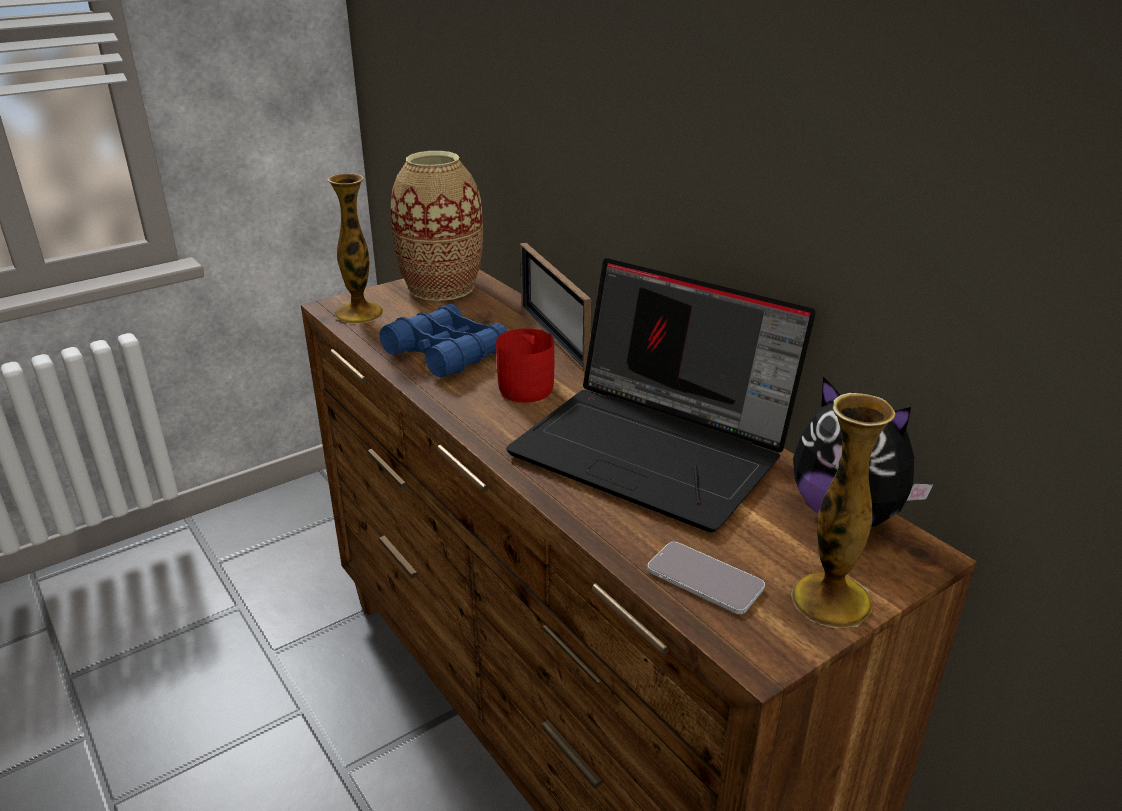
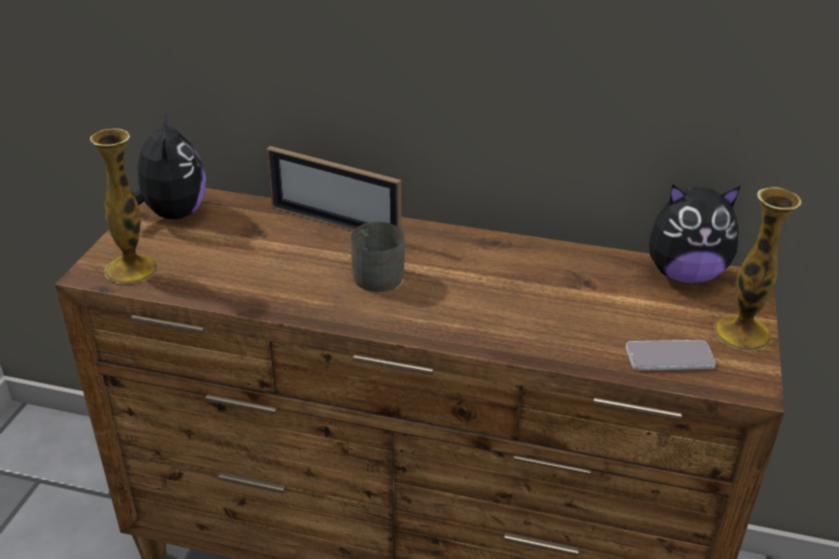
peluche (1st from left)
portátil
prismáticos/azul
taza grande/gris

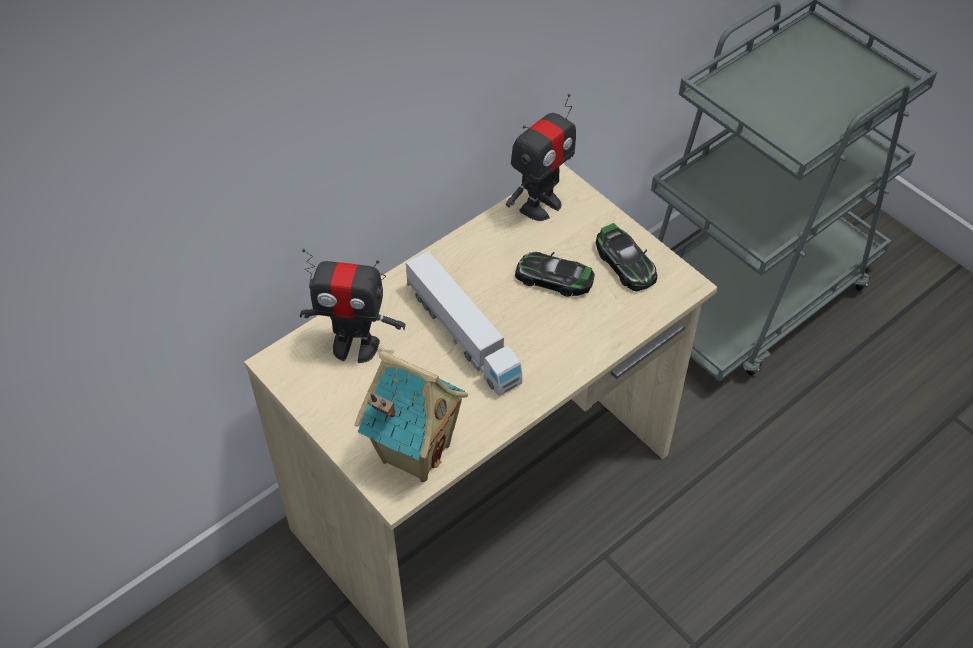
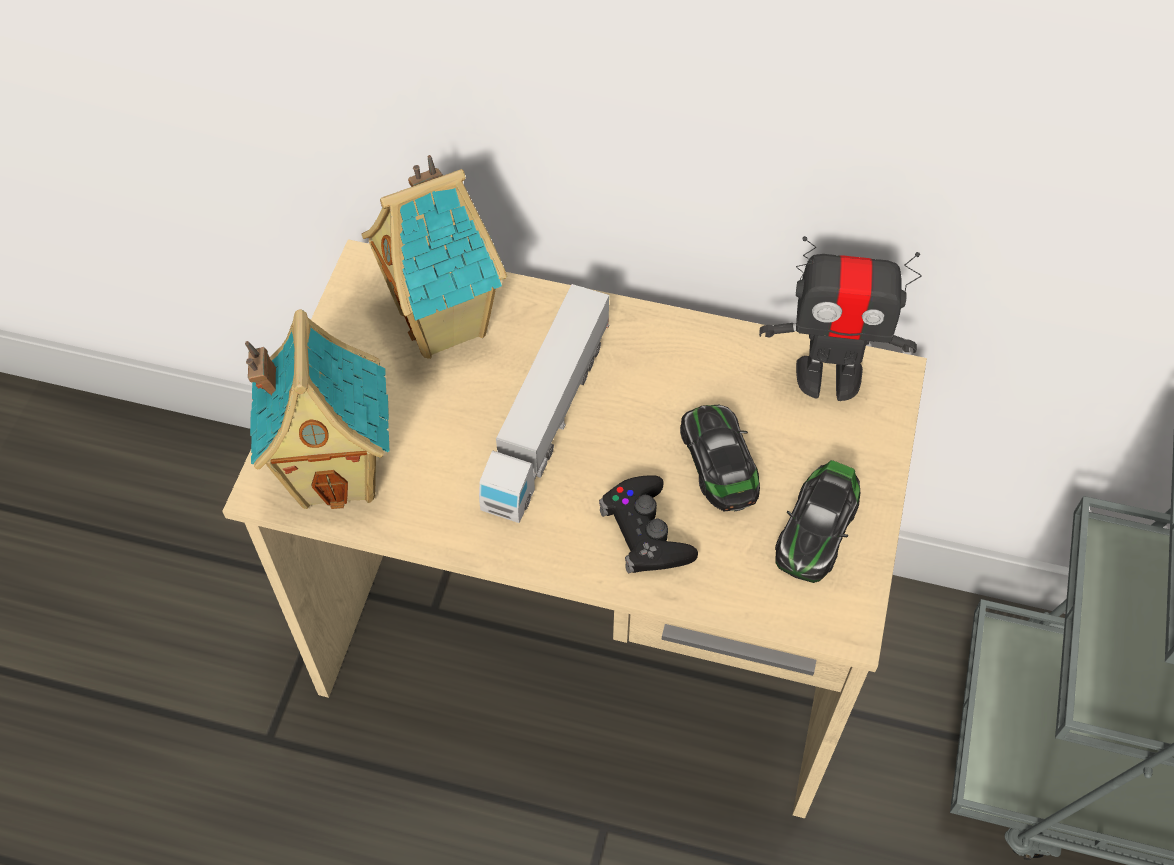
casita (2nd from left)
mando de consola/negro

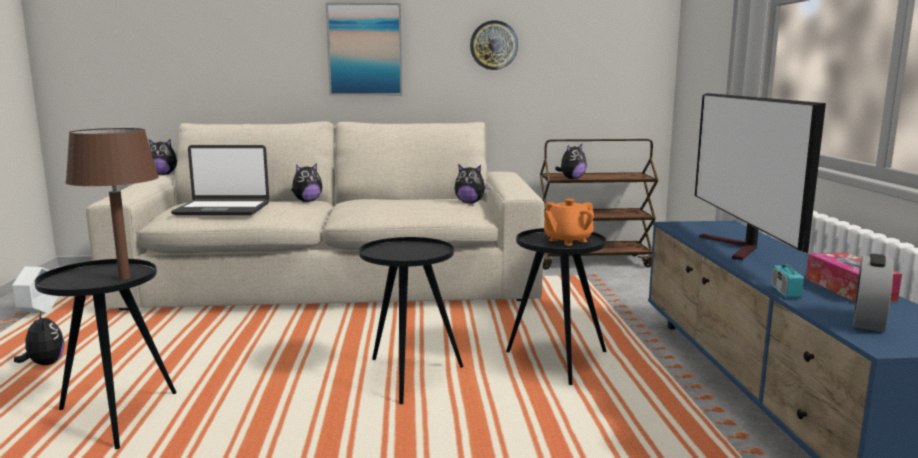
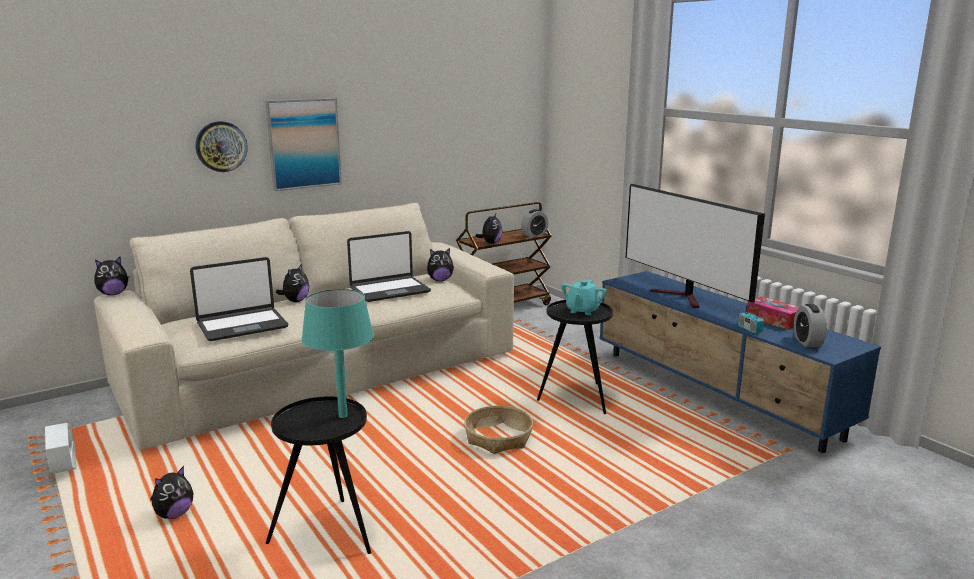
reloj de pared
lámpara de mesa/turquesa
tetera/turquesa
cesta
peluche (2nd from left)
despertador (1st from left)
portátil (2nd from left)

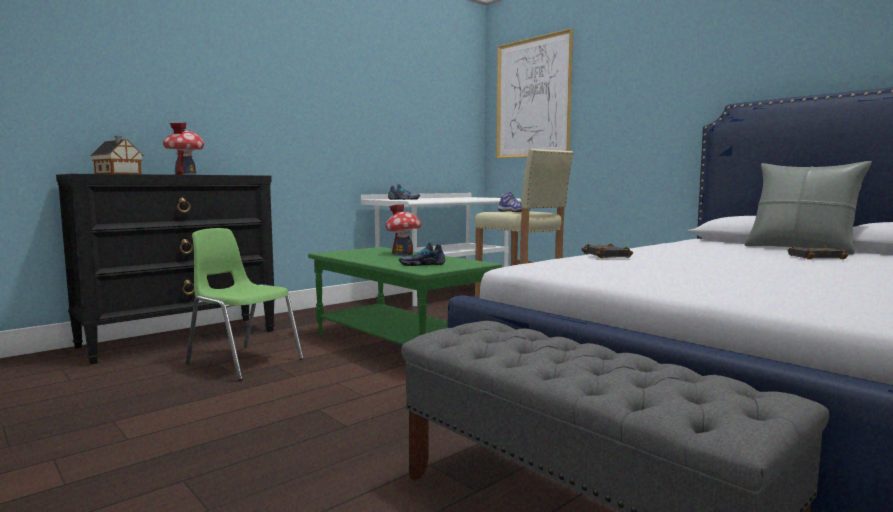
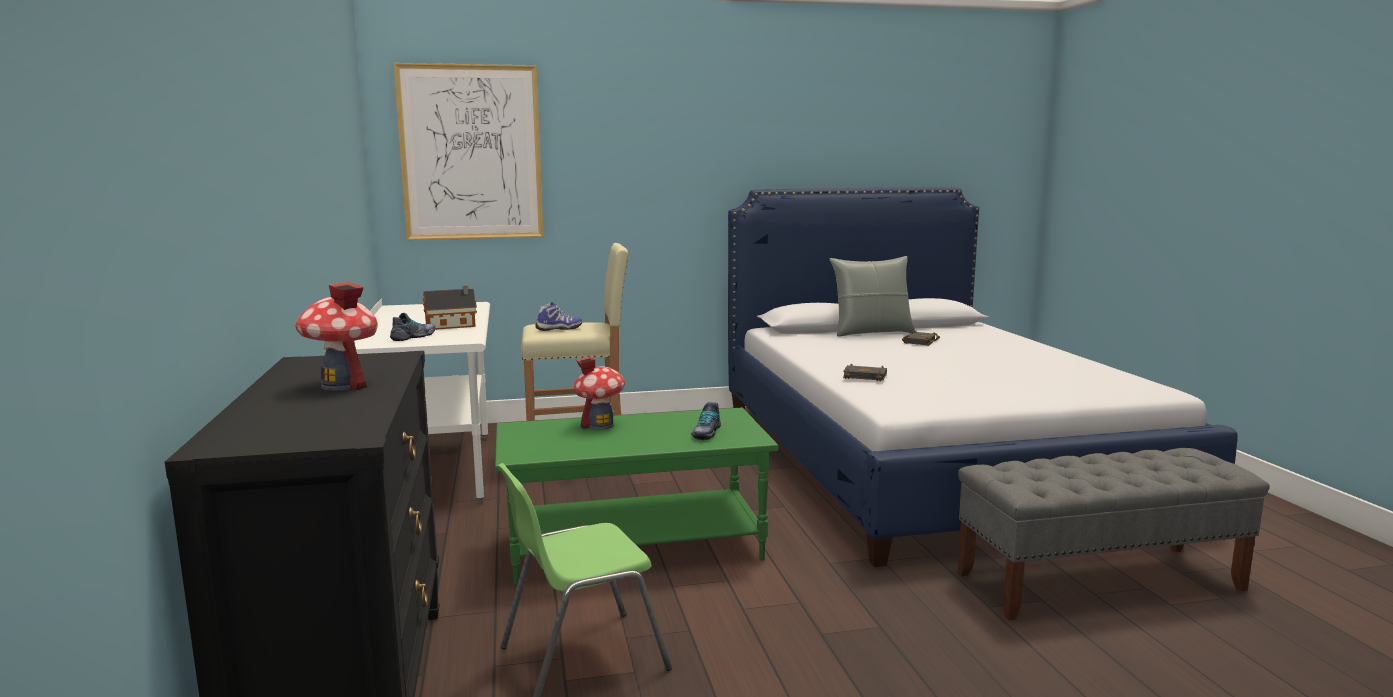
casita (2nd from left)

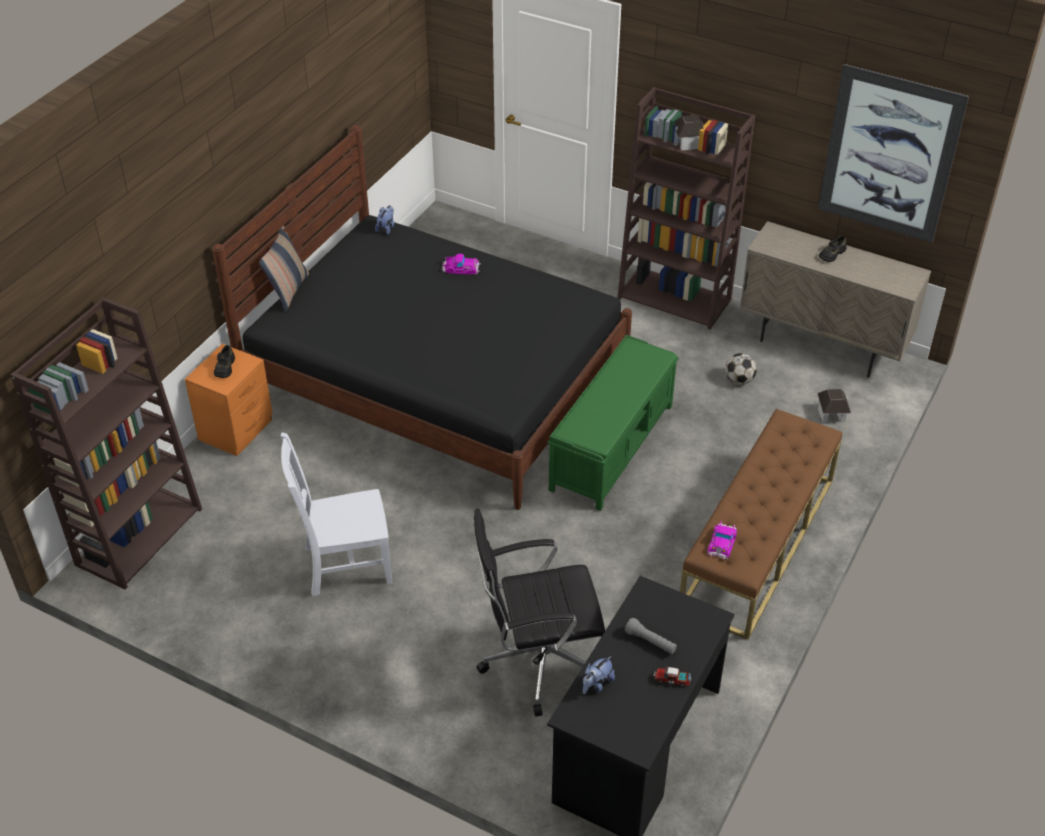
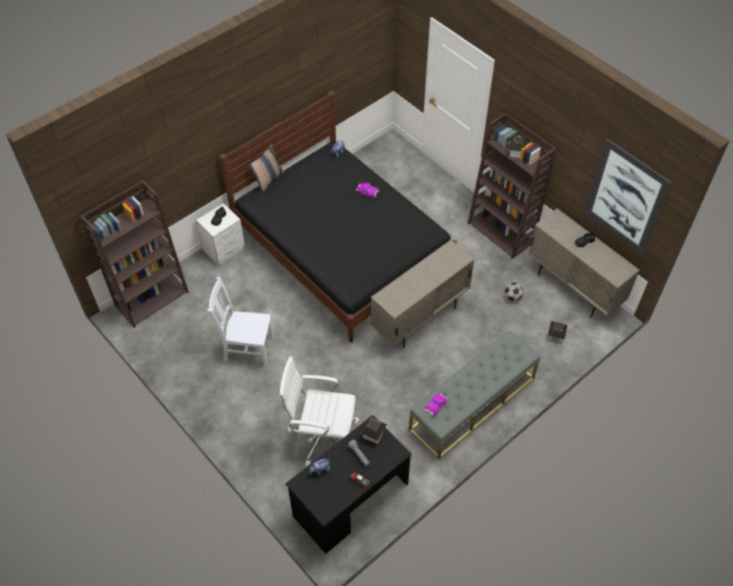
armario/beis (1st from left)
mesita de noche/blanco
banco/gris
silla de oficina/blanco
casita (1st from left)

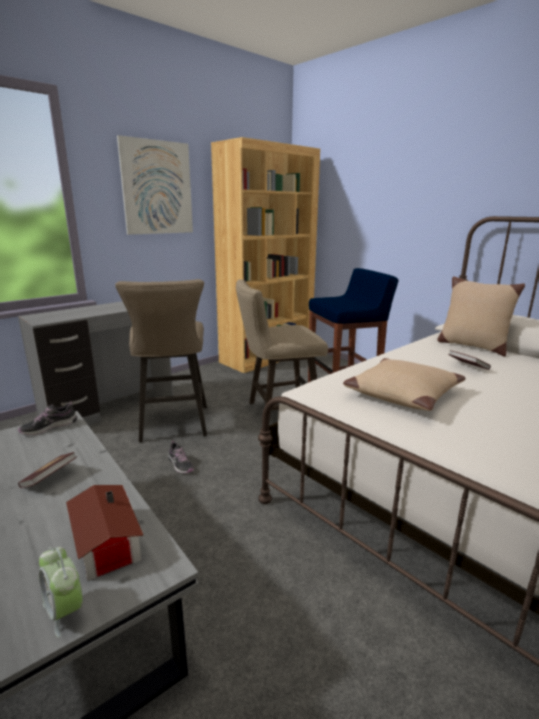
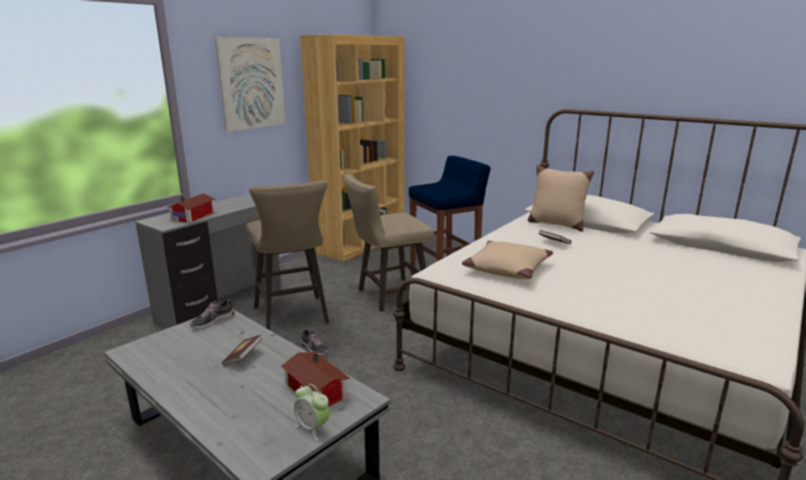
casita (1st from left)

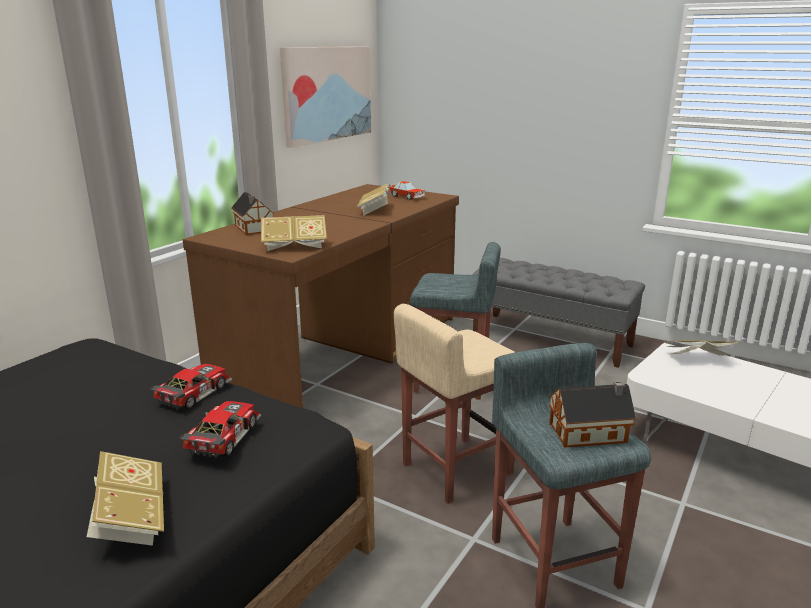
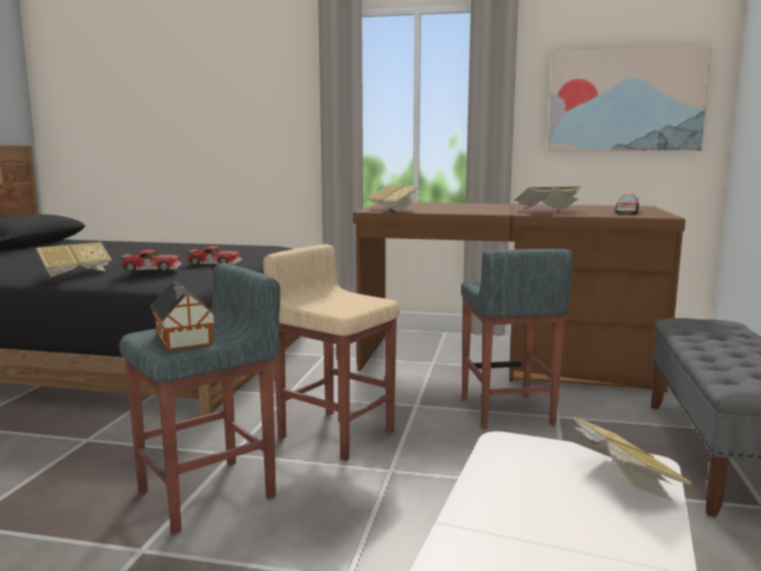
casita (1st from left in the first image)

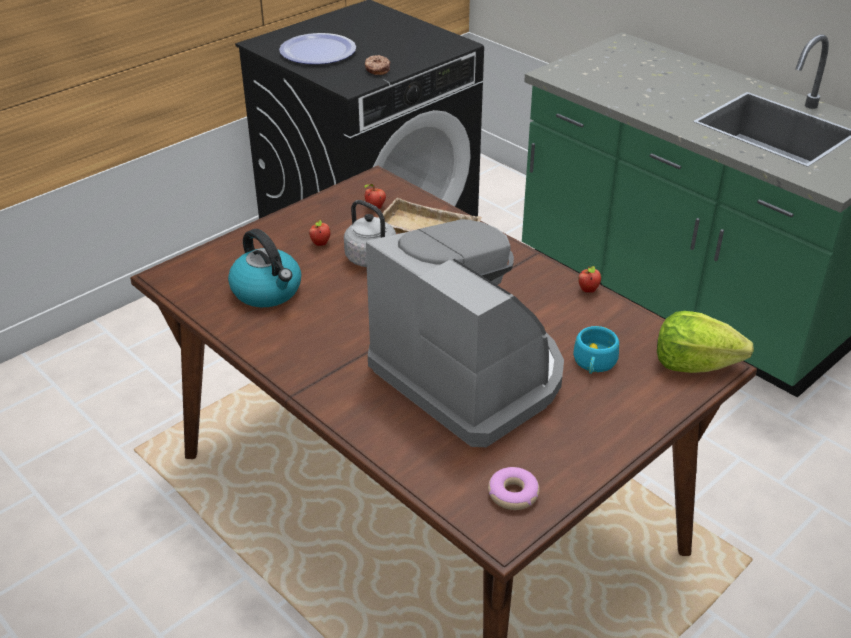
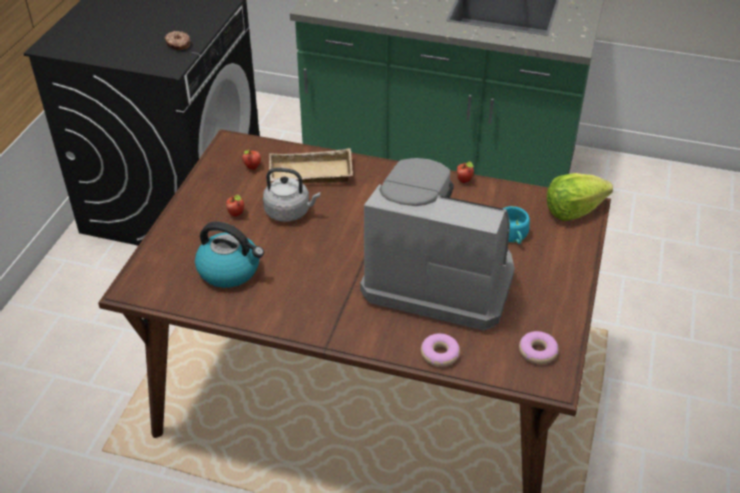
plato
rosquilla (2nd from left)

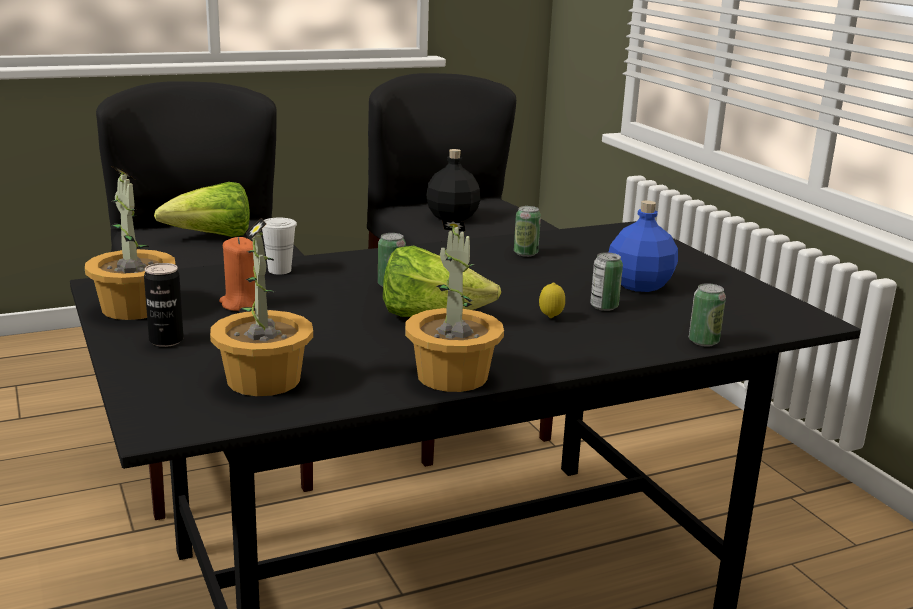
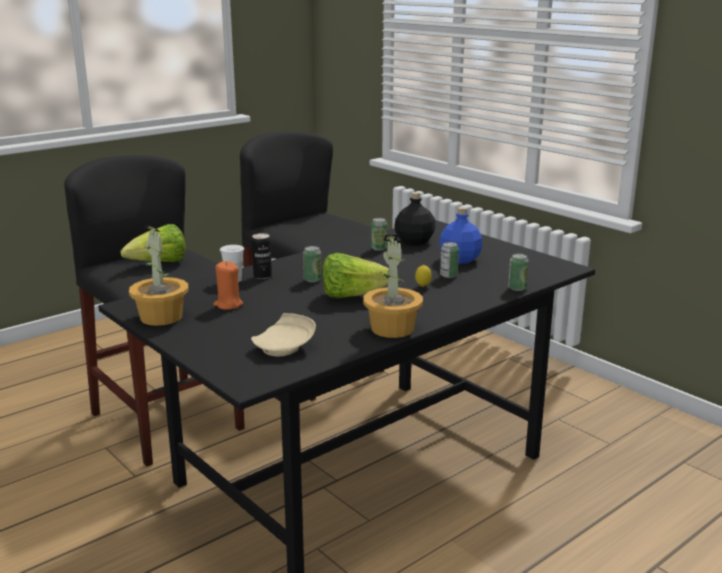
botella/negro
plato/beis
lata (1st from left)

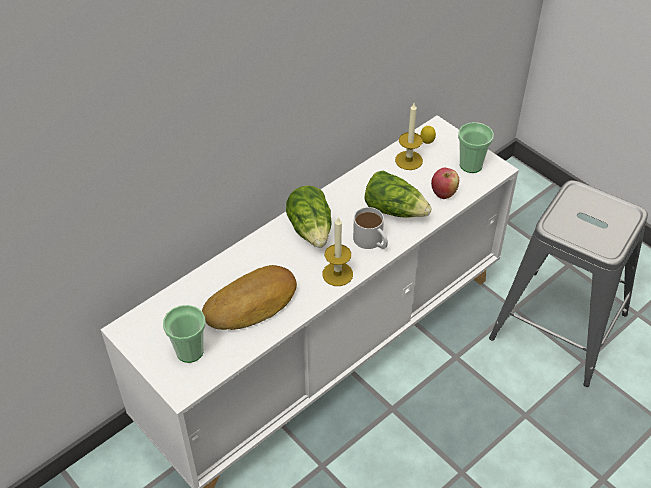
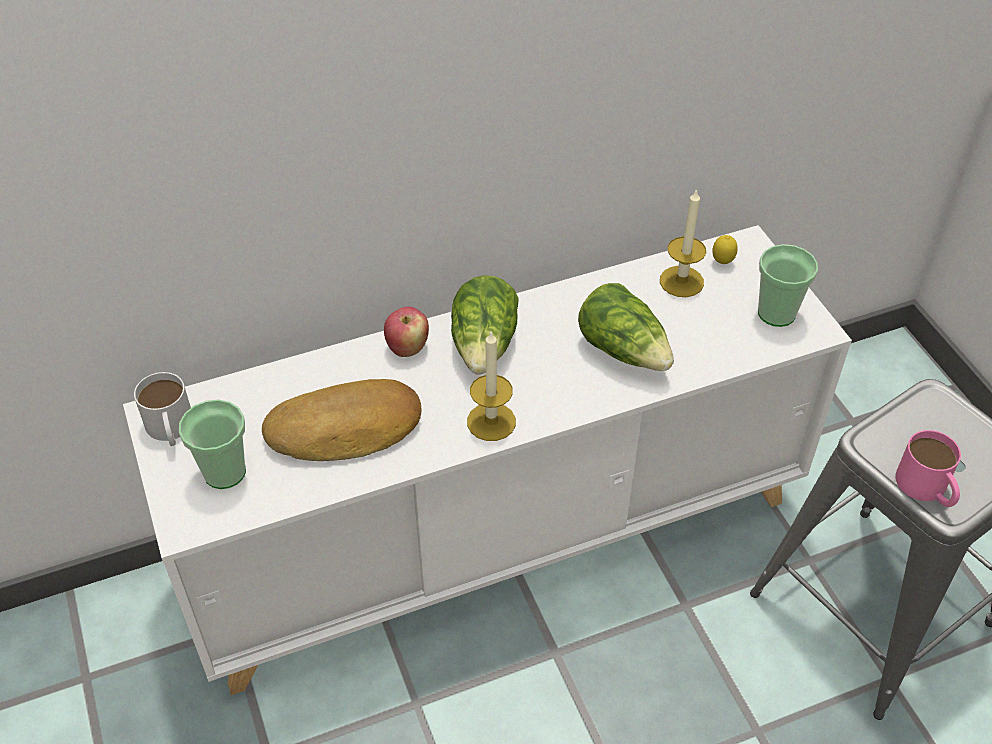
manzana
taza grande/blanco
taza grande/rosa

